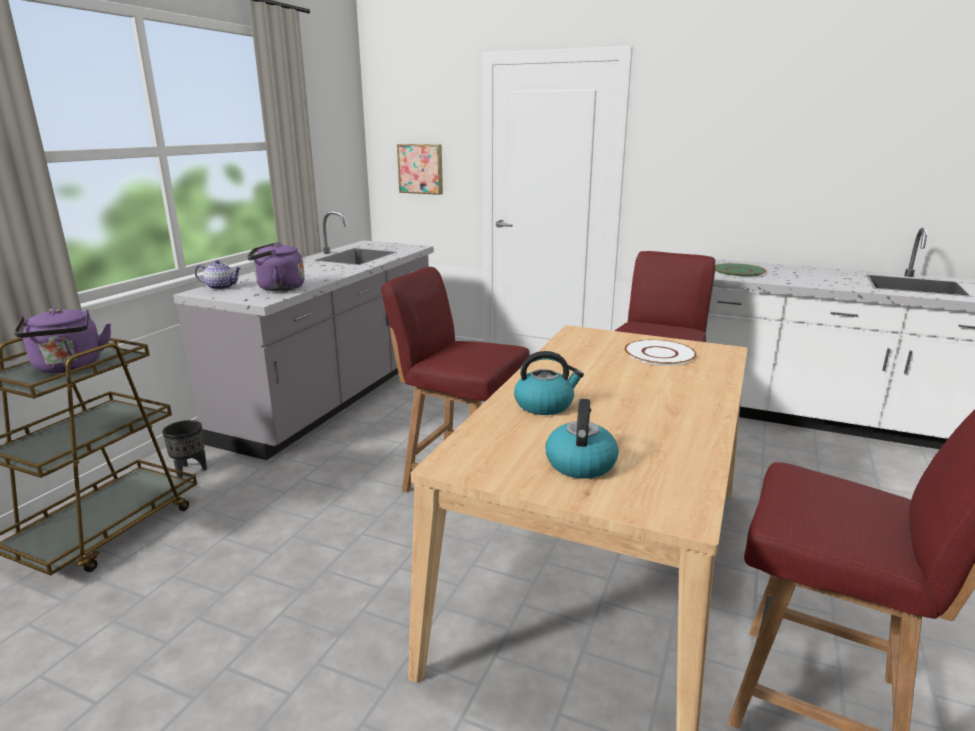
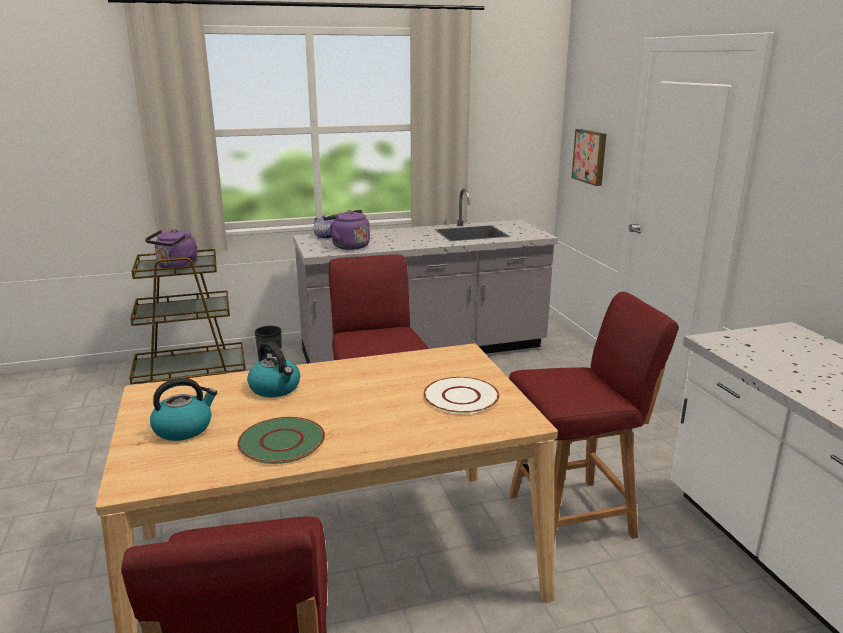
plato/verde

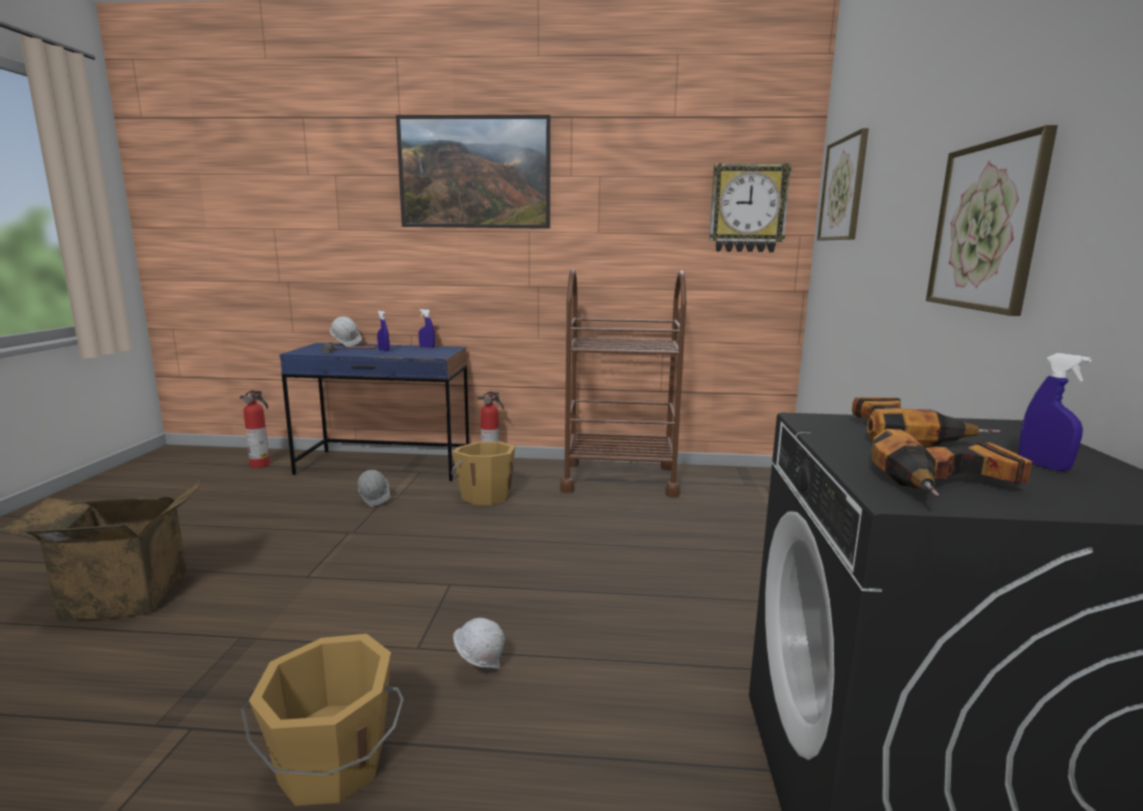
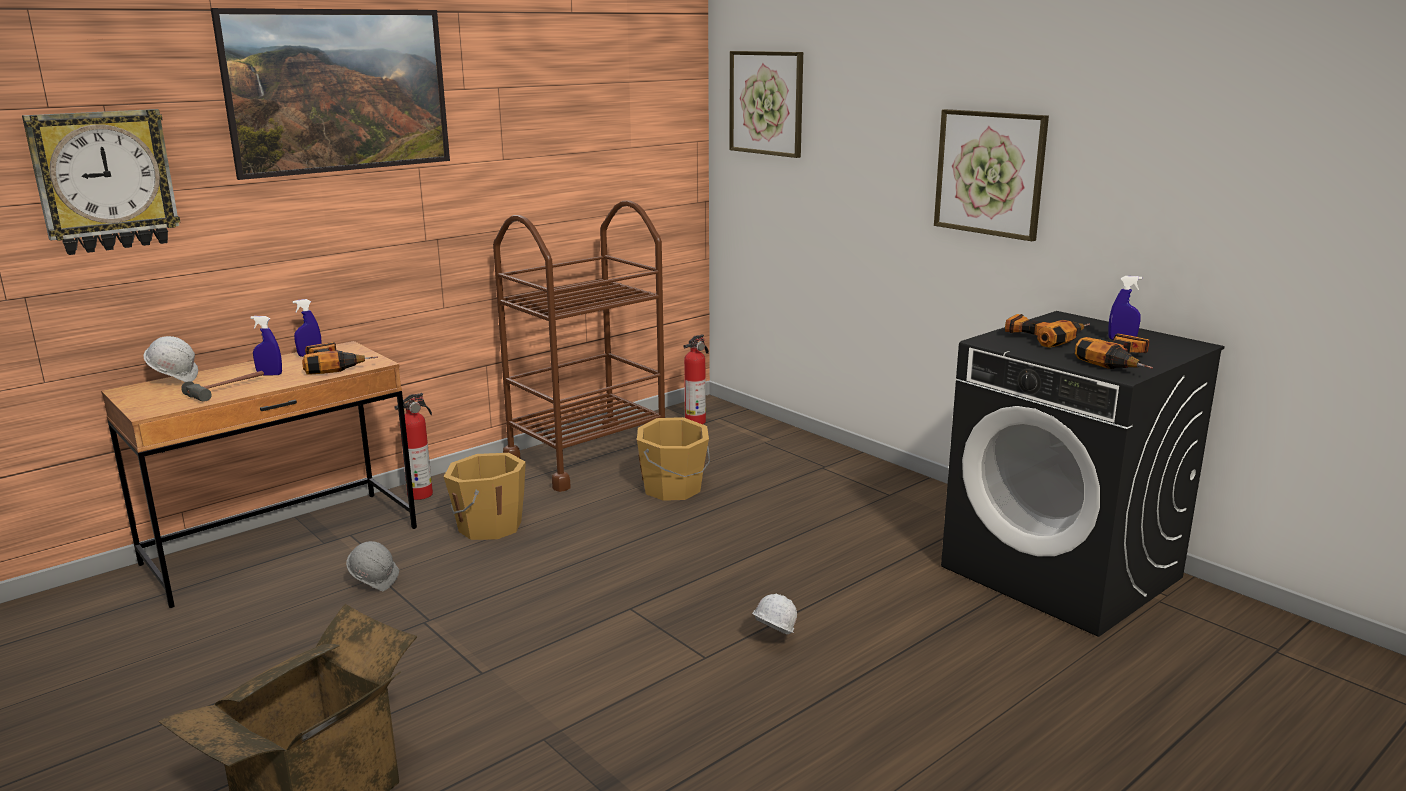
reloj de pared
escritorio/marrón
extintor (2nd from left)
cubo/naranja (2nd from left)
taladro (1st from left)

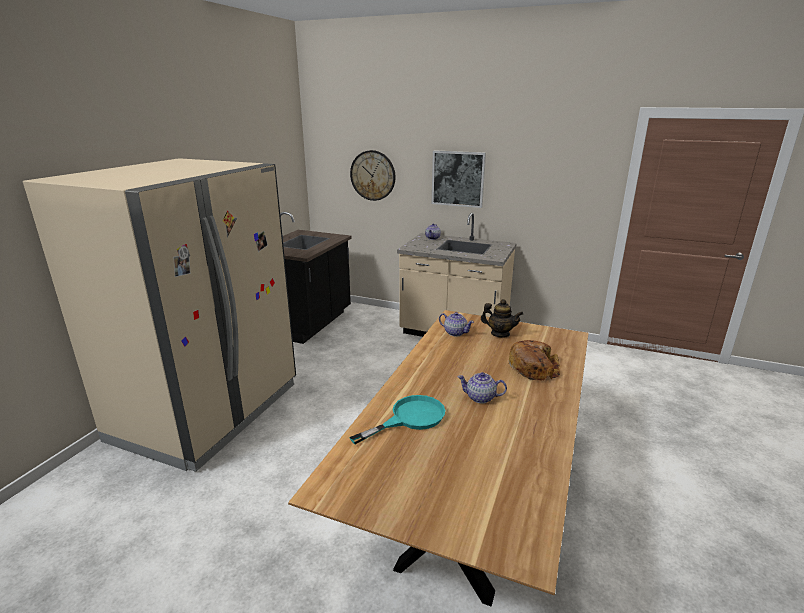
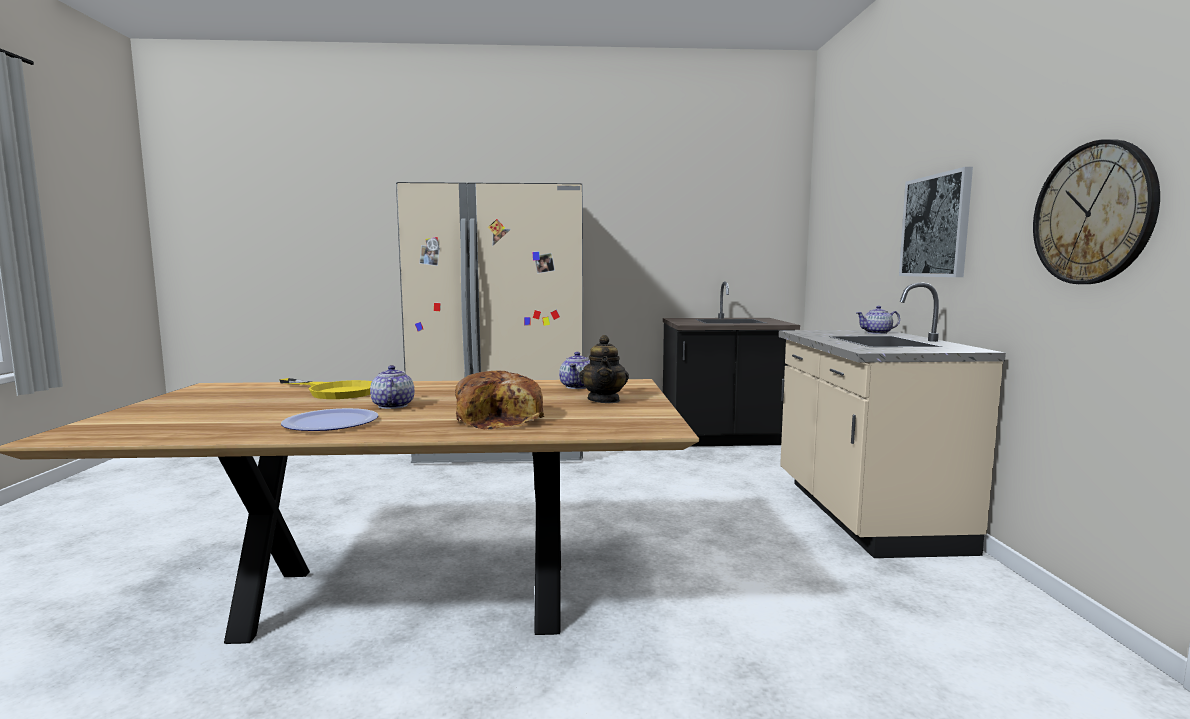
reloj de pared
sartén/amarillo
plato

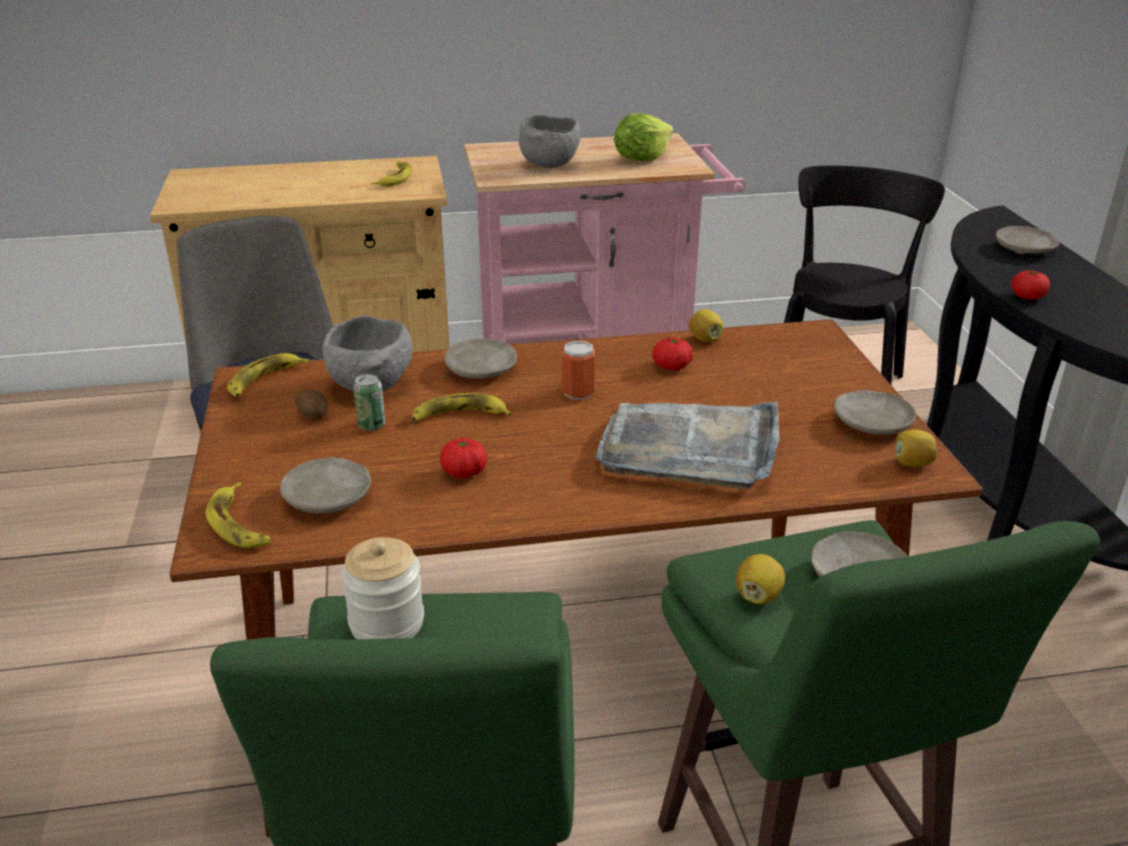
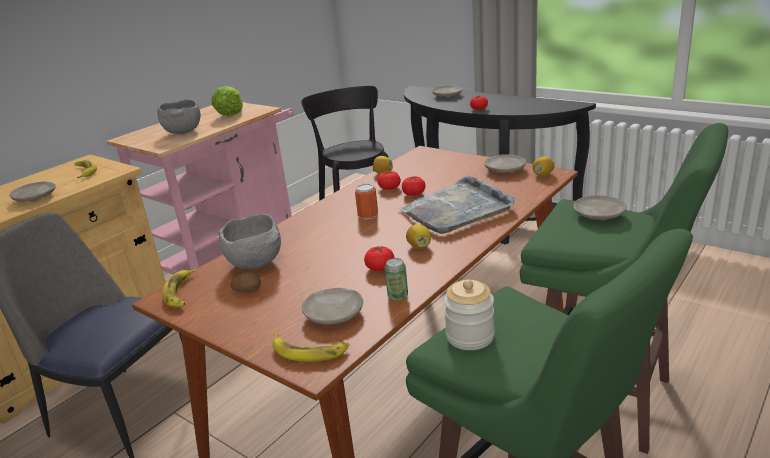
plato/beis (1st from left)
lata (2nd from left)
plátano (4th from left in the first image)
limón (2nd from left)
tomate (3rd from left)

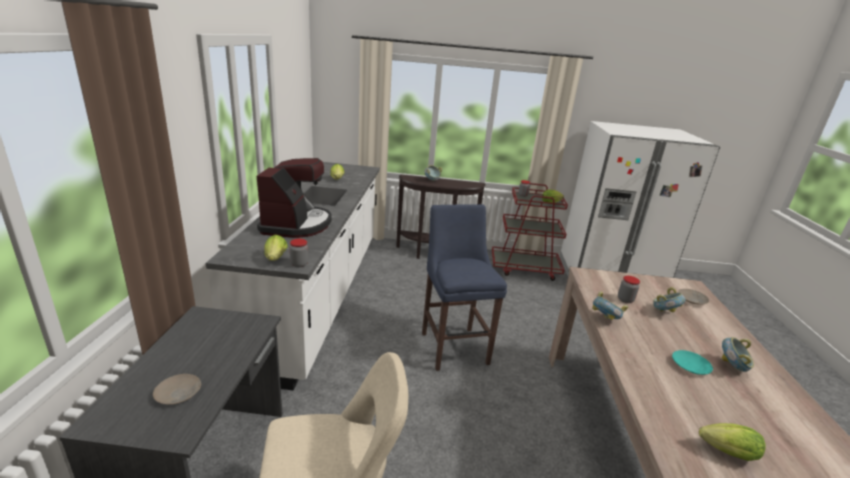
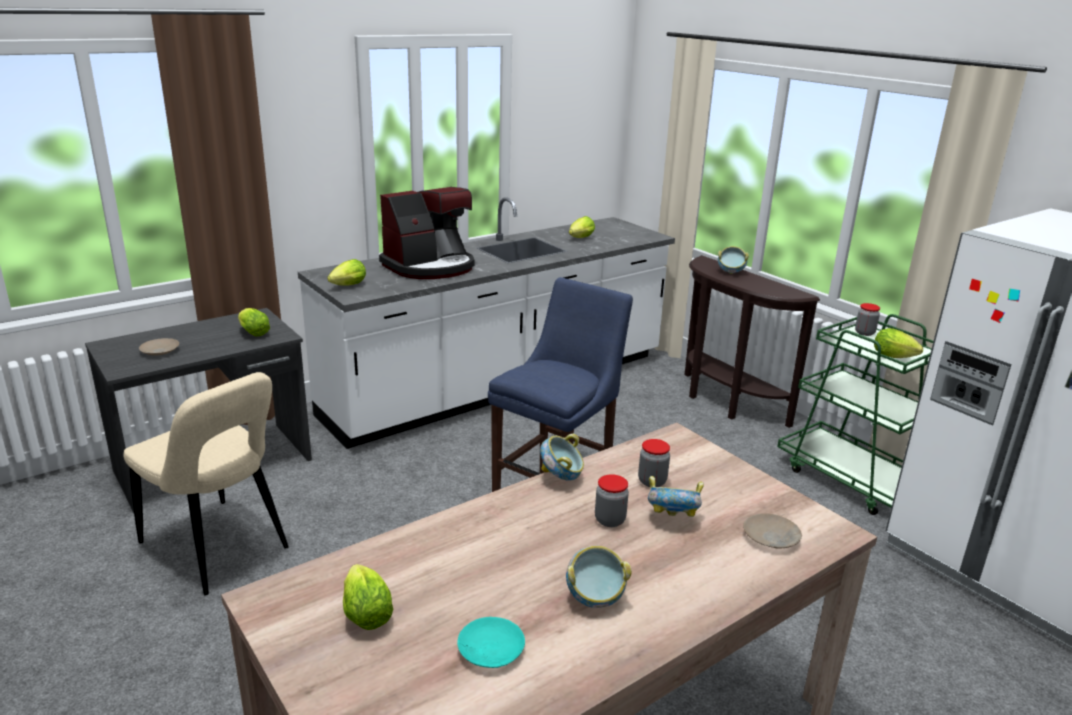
carrito/verde
tarro (1st from left)
plato/turquesa
lechuga (1st from left)

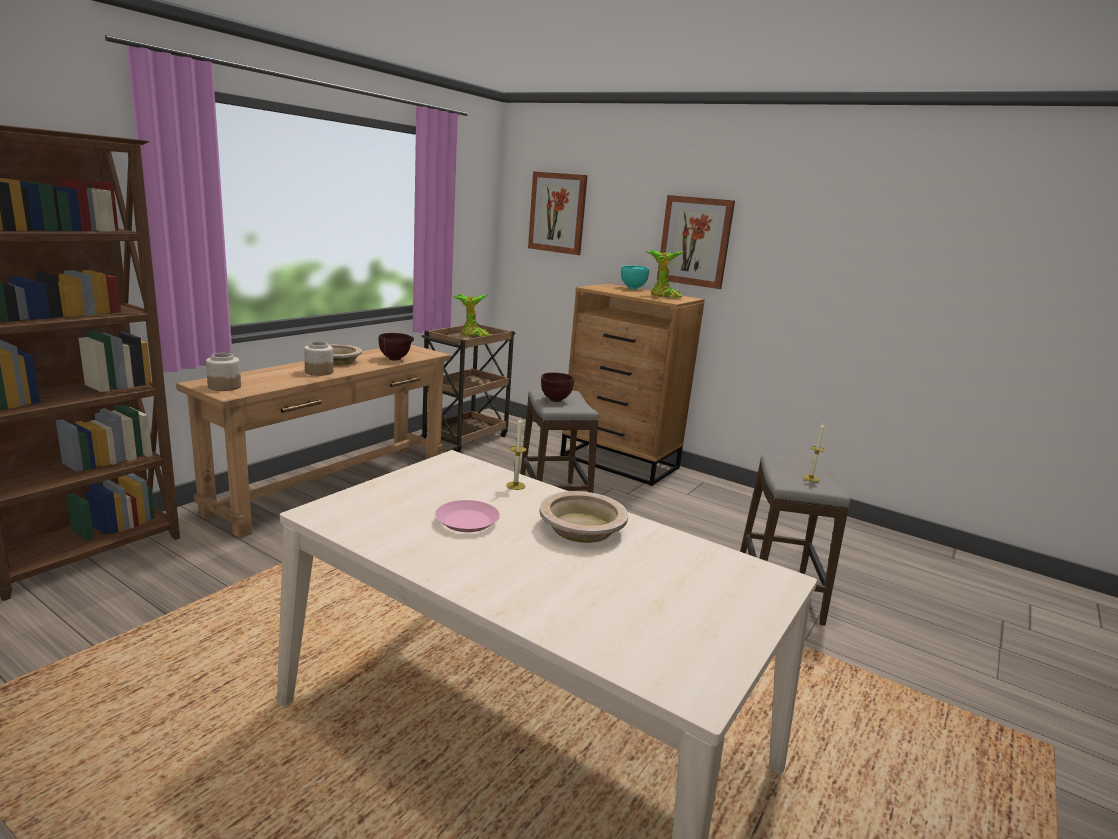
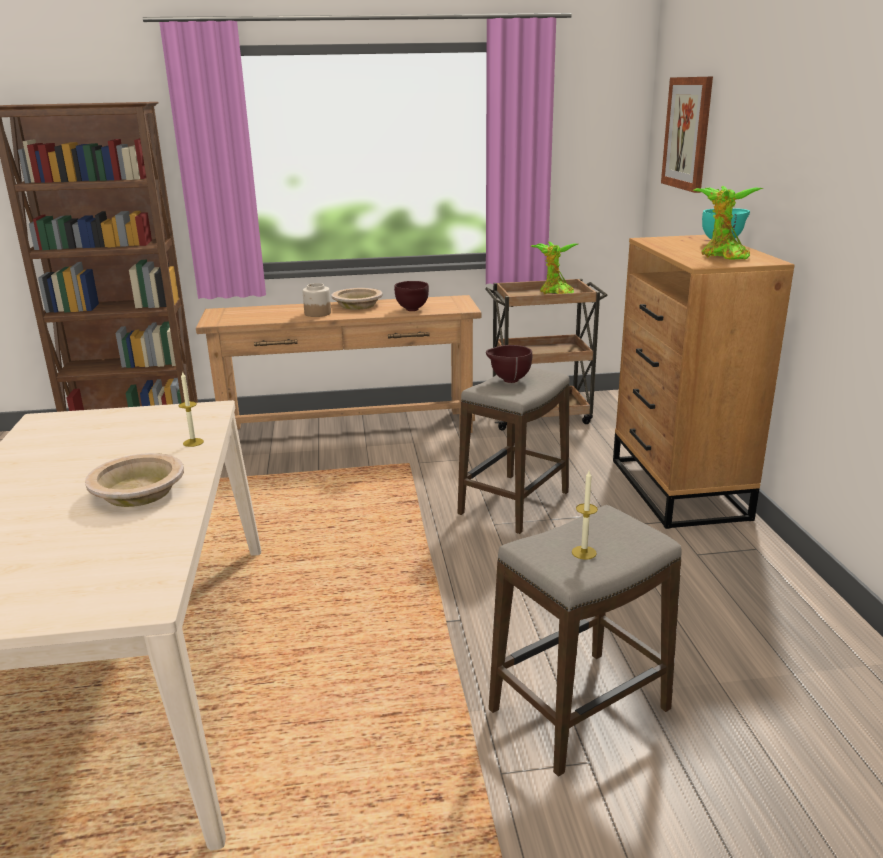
cuadro (2nd from left in the first image)
tarro (1st from left in the first image)
plato/rosa

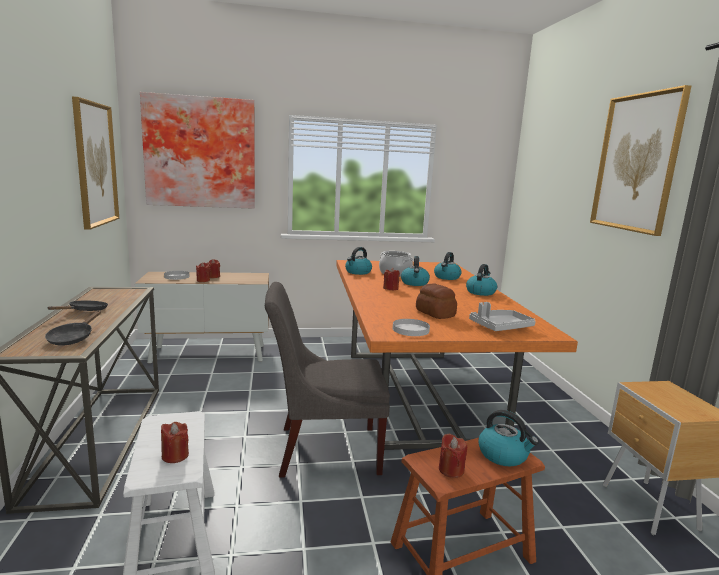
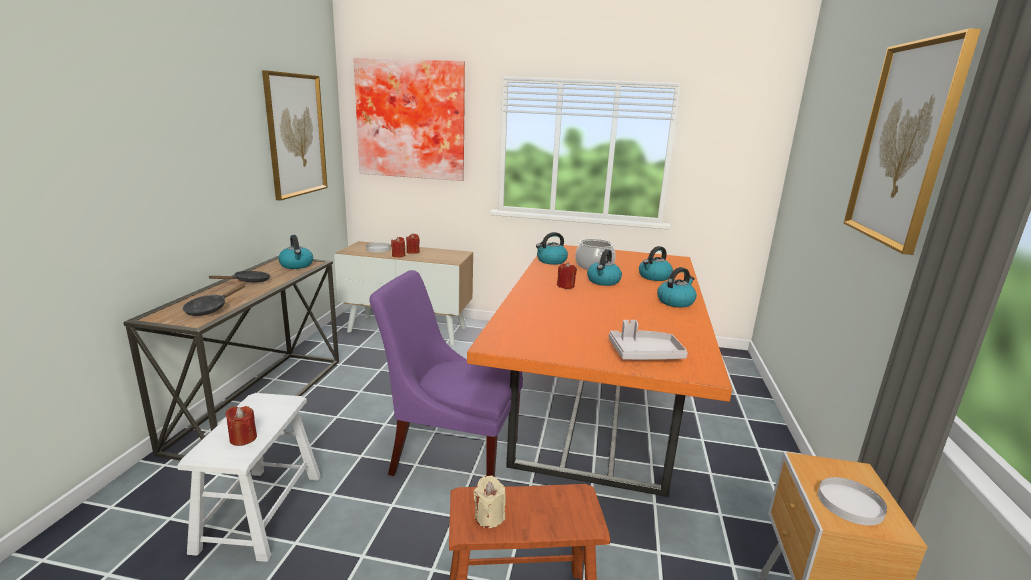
silla/morado
pan
plato/blanco (2nd from left)
hervidor (1st from left)
vela/beis

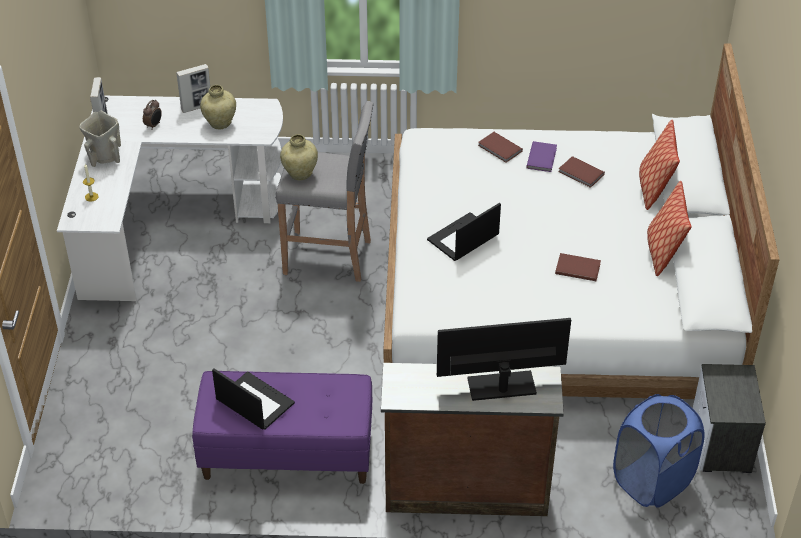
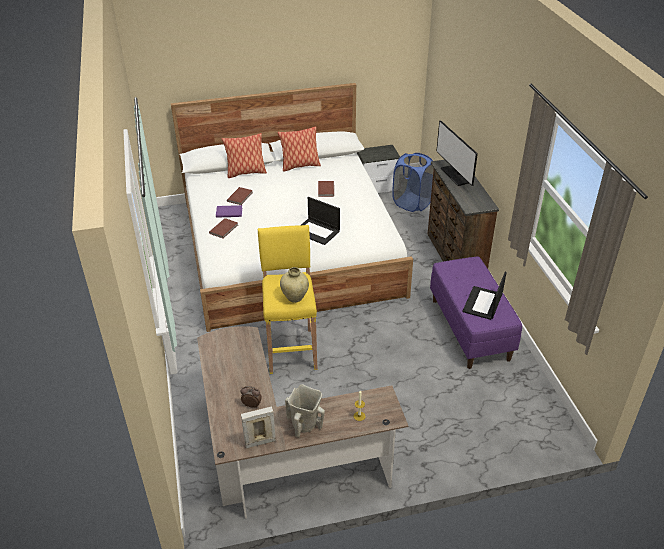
portarretratos (2nd from left in the first image)
florero/beis (2nd from left in the first image)
escritorio/marrón
taburete/amarillo

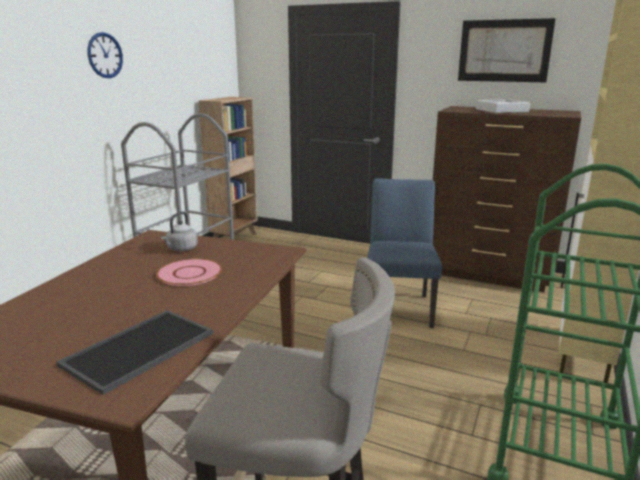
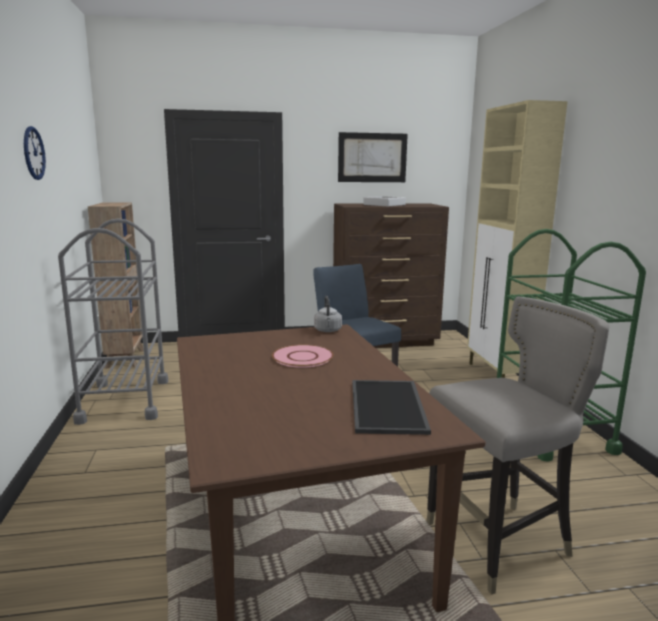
hervidor/gris

